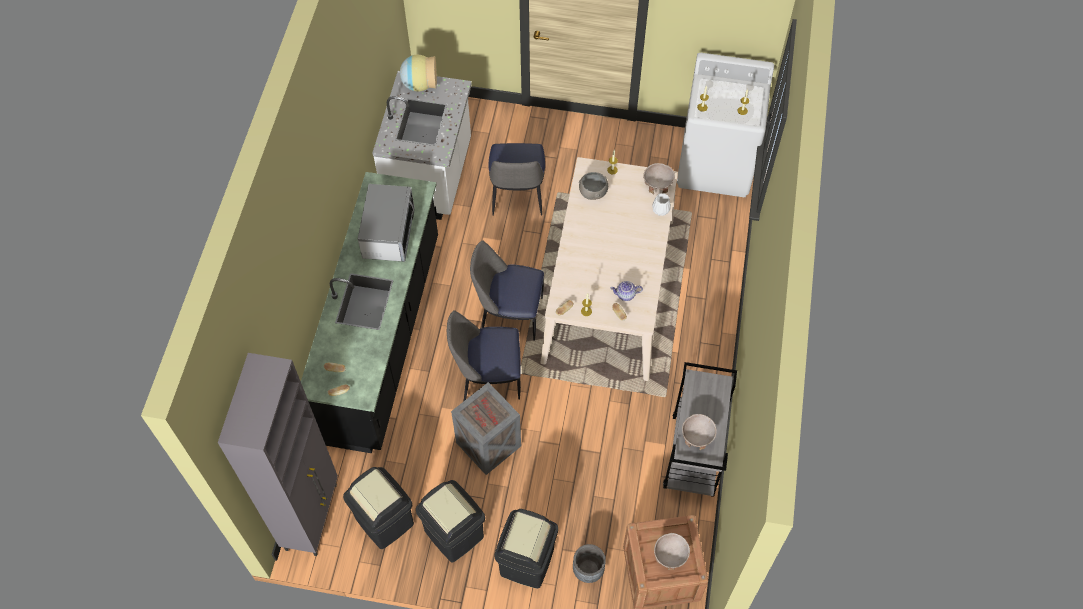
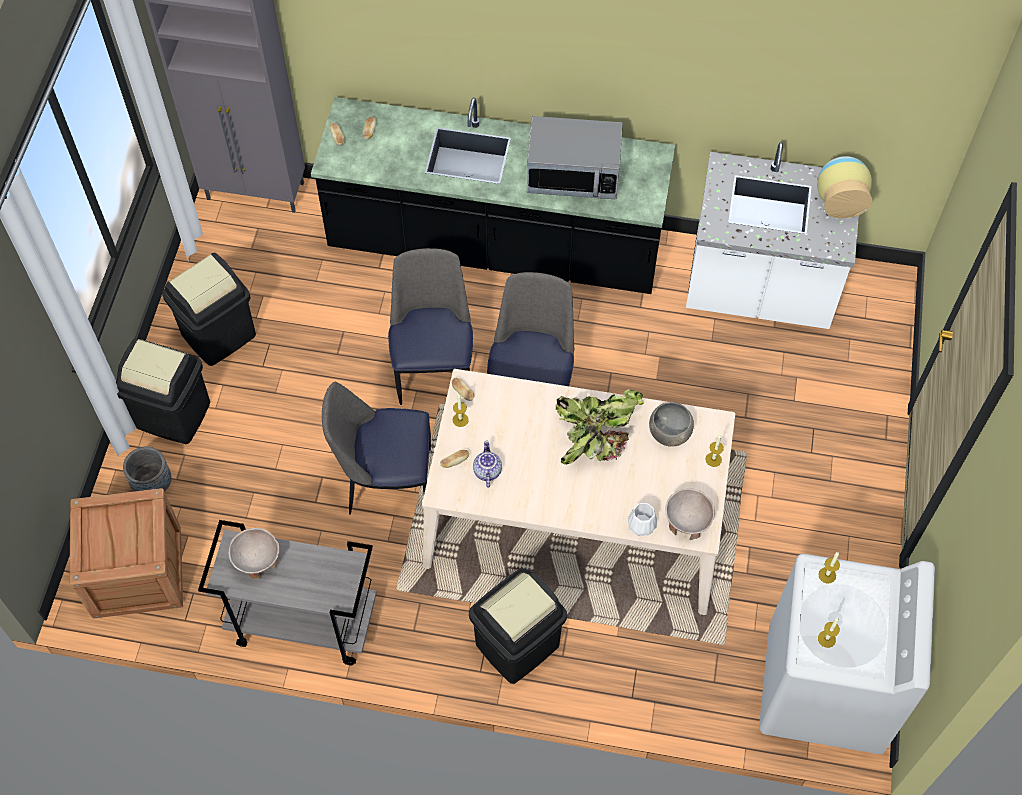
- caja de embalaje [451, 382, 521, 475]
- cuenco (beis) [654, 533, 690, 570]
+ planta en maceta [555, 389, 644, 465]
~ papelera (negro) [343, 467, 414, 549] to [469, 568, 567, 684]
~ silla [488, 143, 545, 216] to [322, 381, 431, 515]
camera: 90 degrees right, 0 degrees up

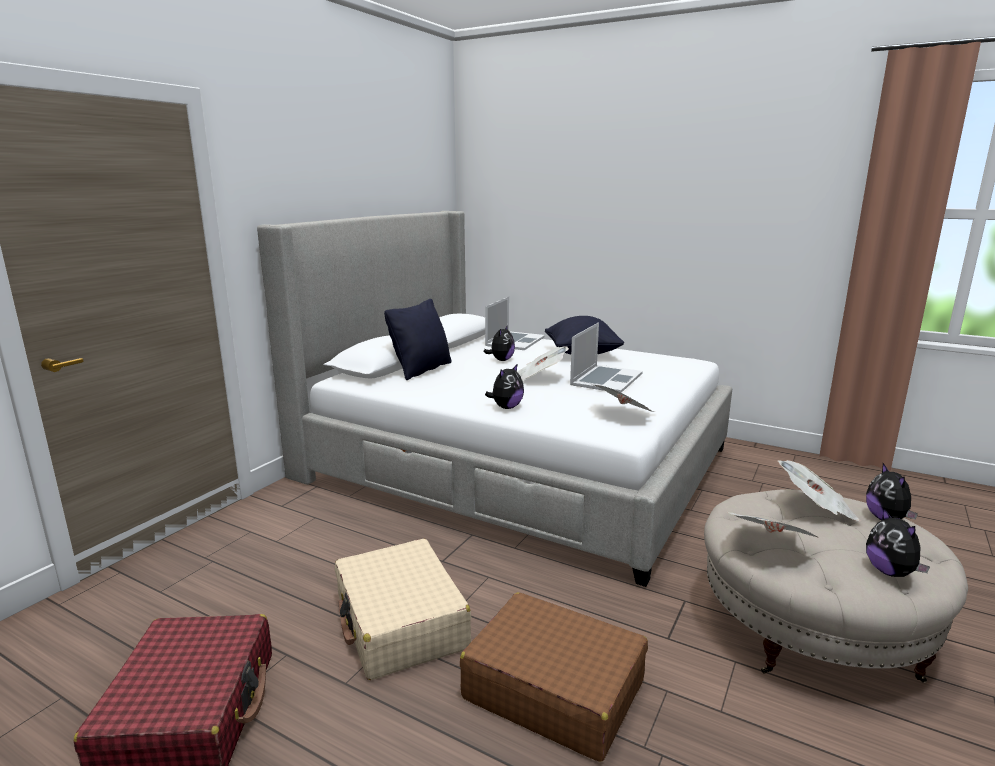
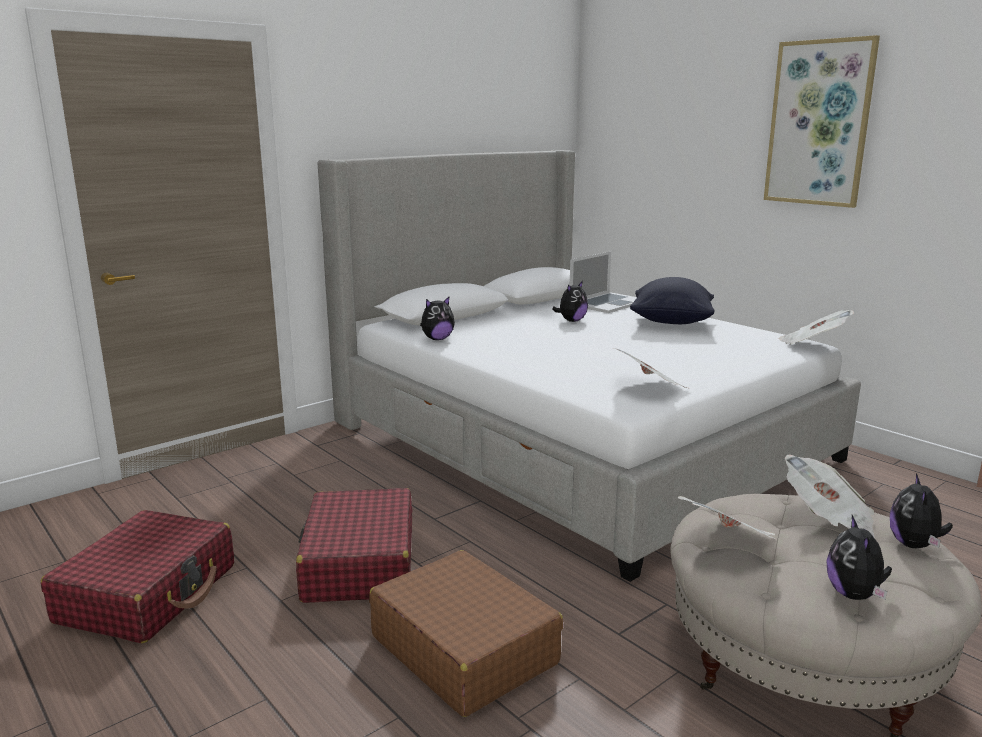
- cojín (negro) [384, 299, 452, 380]
- portátil [570, 322, 643, 393]
+ cuadro [764, 35, 880, 208]
~ peluche [485, 363, 524, 409] to [420, 297, 455, 340]
~ periódico [517, 346, 569, 381] to [779, 310, 854, 345]
~ maleta (beis) [335, 539, 471, 680] to maleta (rojo) [296, 488, 413, 603]
camera: 20 degrees right, 0 degrees up

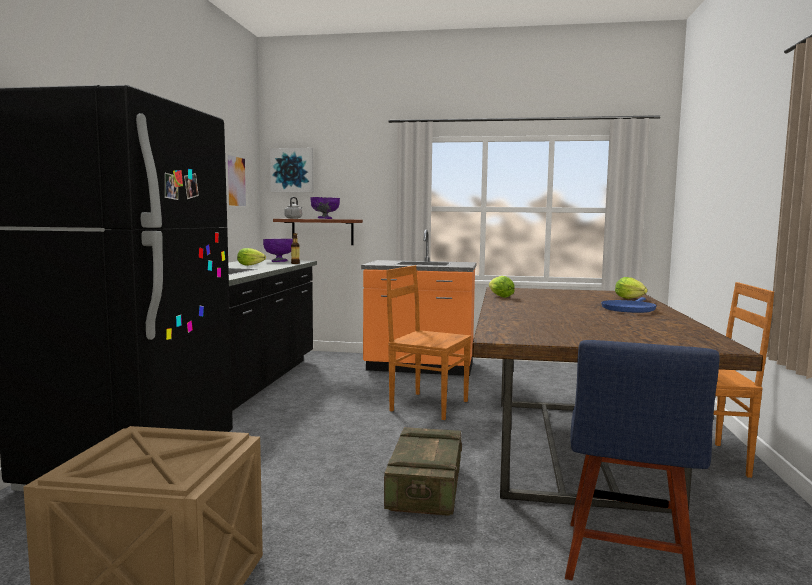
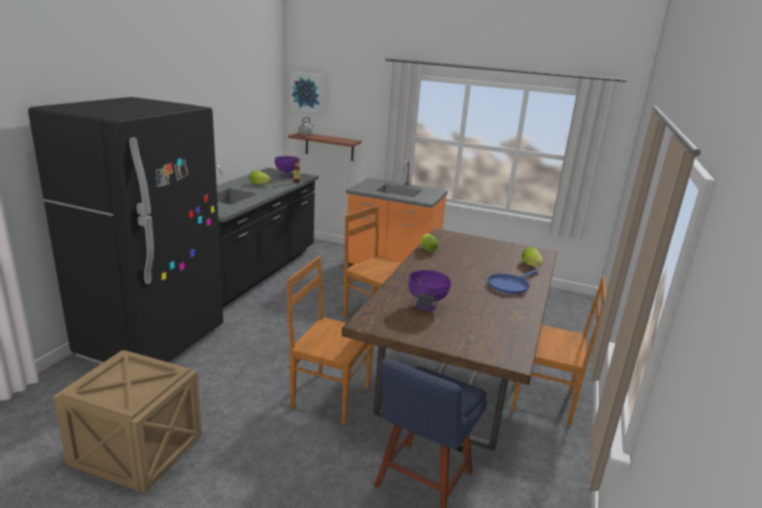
- cuadro [225, 152, 247, 209]
~ cuenco (morado) [310, 197, 340, 219] to [408, 270, 451, 311]
~ caja de embalaje [384, 427, 462, 516] to silla (marrón) [287, 256, 373, 425]
camera: 10 degrees right, 15 degrees up

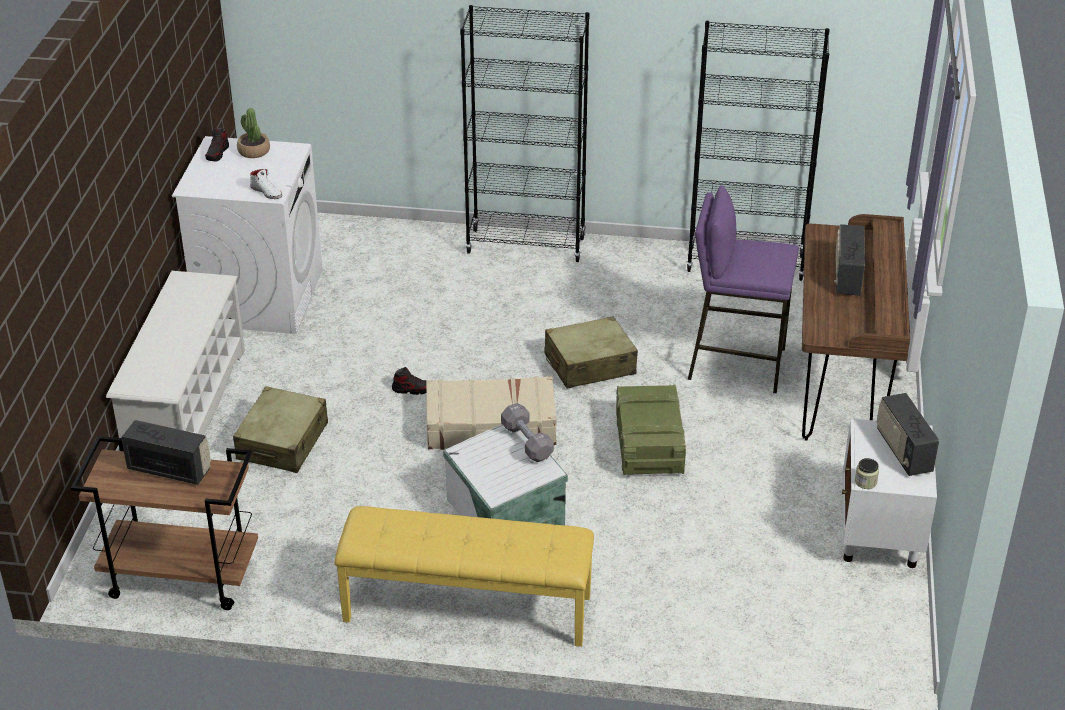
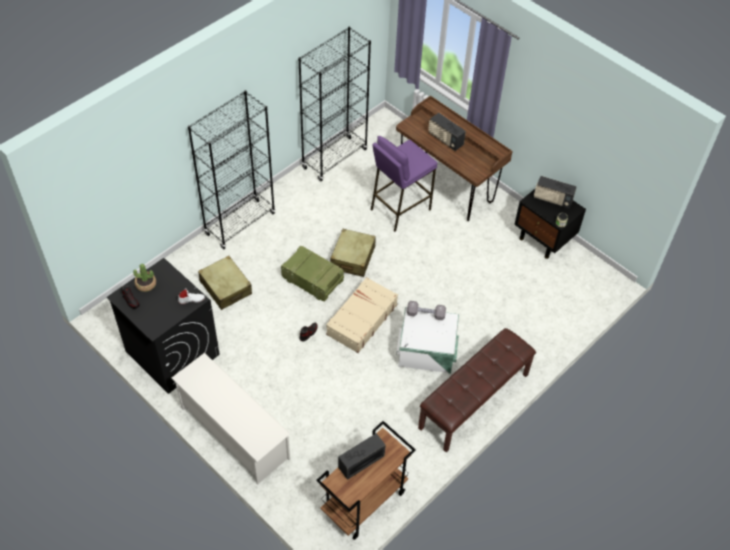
~ maleta (beis) [233, 386, 328, 473] to [198, 256, 252, 310]
~ caja de embalaje [616, 385, 686, 475] to [281, 246, 344, 302]
~ lavadora (blanco) [172, 136, 323, 334] to lavadora (negro) [107, 258, 220, 394]
~ banco (amarillo) [334, 506, 594, 647] to banco (marrón) [418, 328, 536, 453]
~ mesita de noche (blanco) [842, 419, 937, 568] to mesita de noche (negro) [514, 189, 586, 259]
camera: 55 degrees left, 15 degrees up

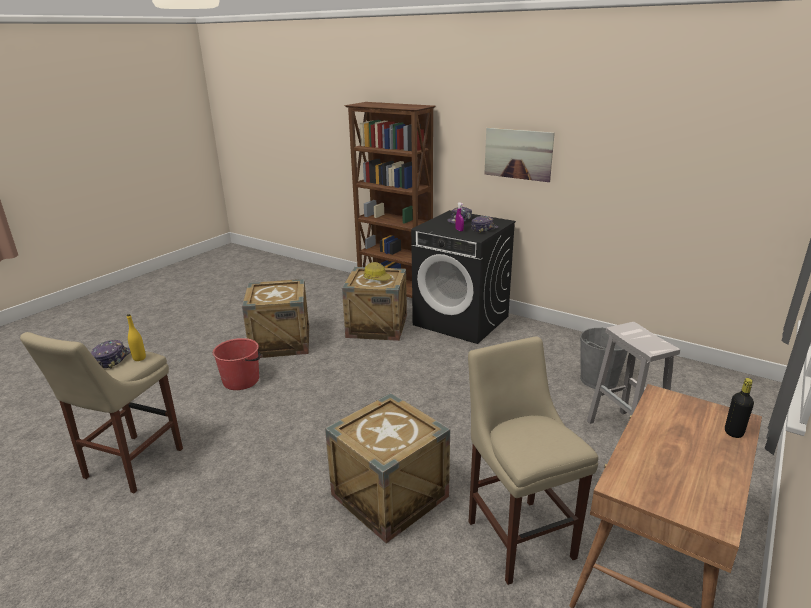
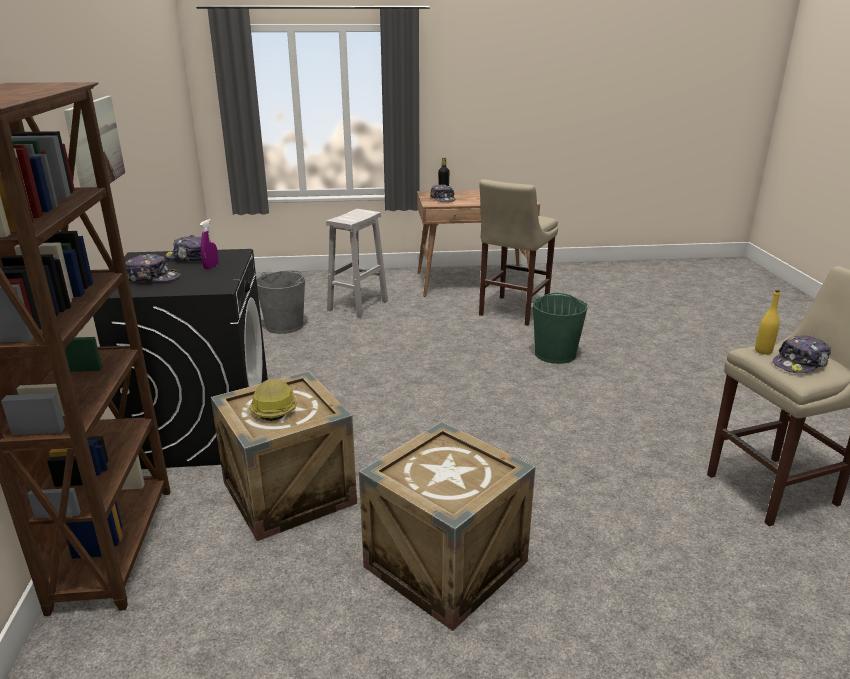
- cubo (rojo) [213, 338, 261, 390]
+ gorra [430, 184, 455, 202]
~ caja de embalaje [325, 393, 450, 544] to cubo (verde) [533, 293, 587, 364]
camera: 130 degrees left, 0 degrees up

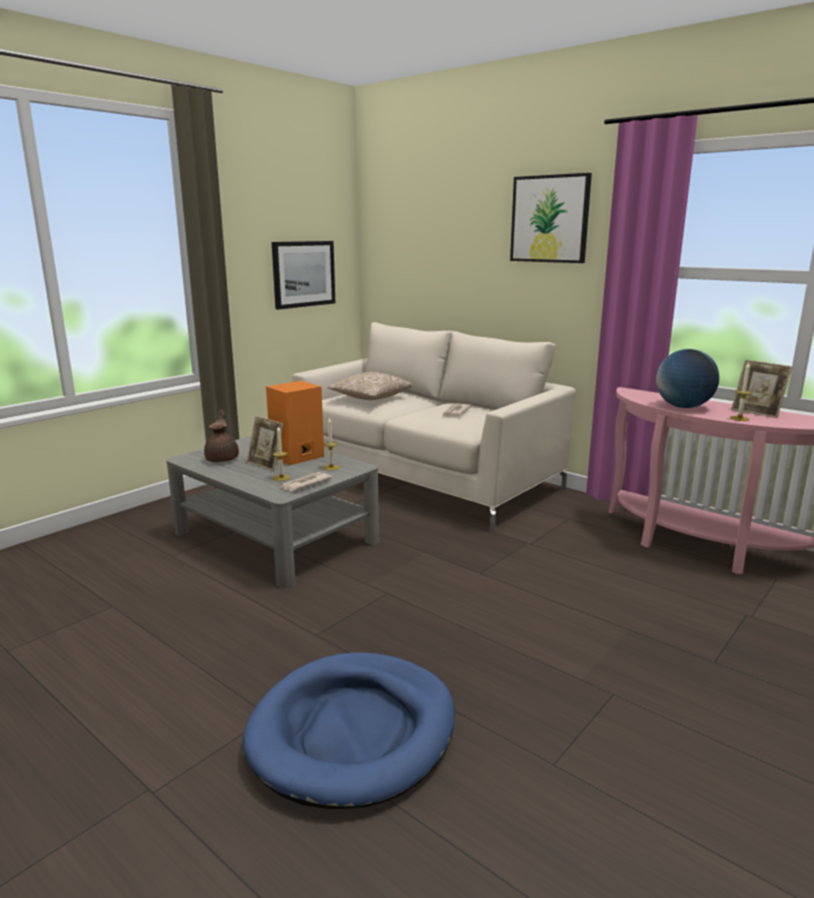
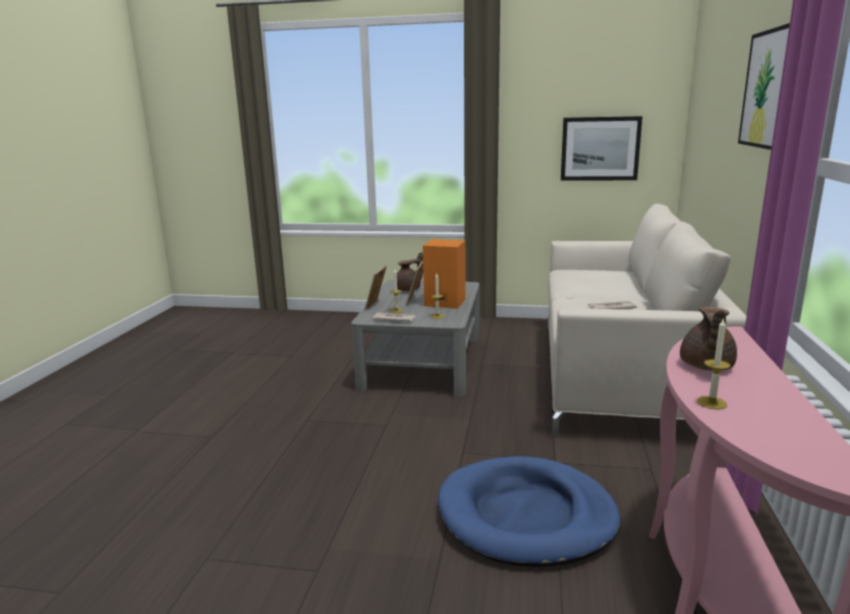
- cojín [328, 372, 412, 400]
~ cama para perro (azul) [243, 652, 455, 809] to [438, 456, 620, 567]
~ portarretratos [731, 360, 792, 418] to [365, 265, 387, 311]
~ globo terráqueo [656, 349, 719, 408] to tetera (marrón) [680, 307, 737, 371]
camera: 60 degrees right, 0 degrees up

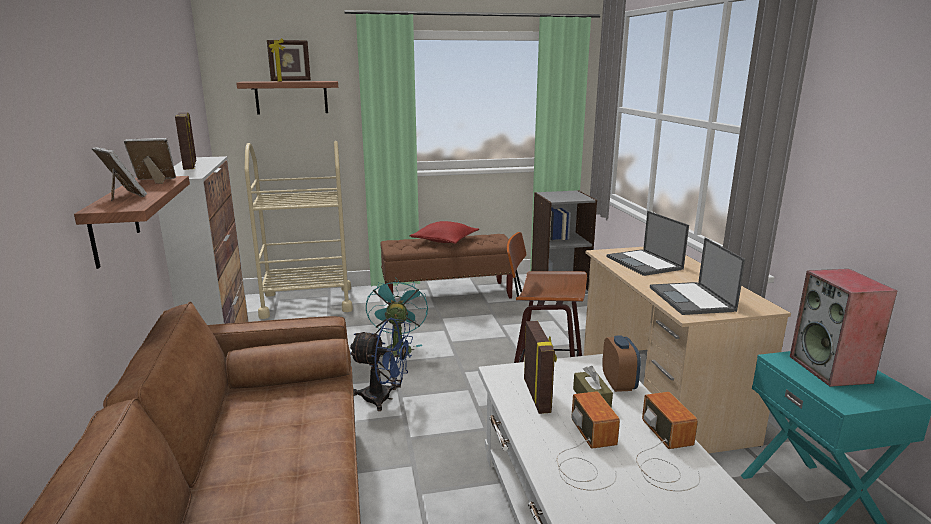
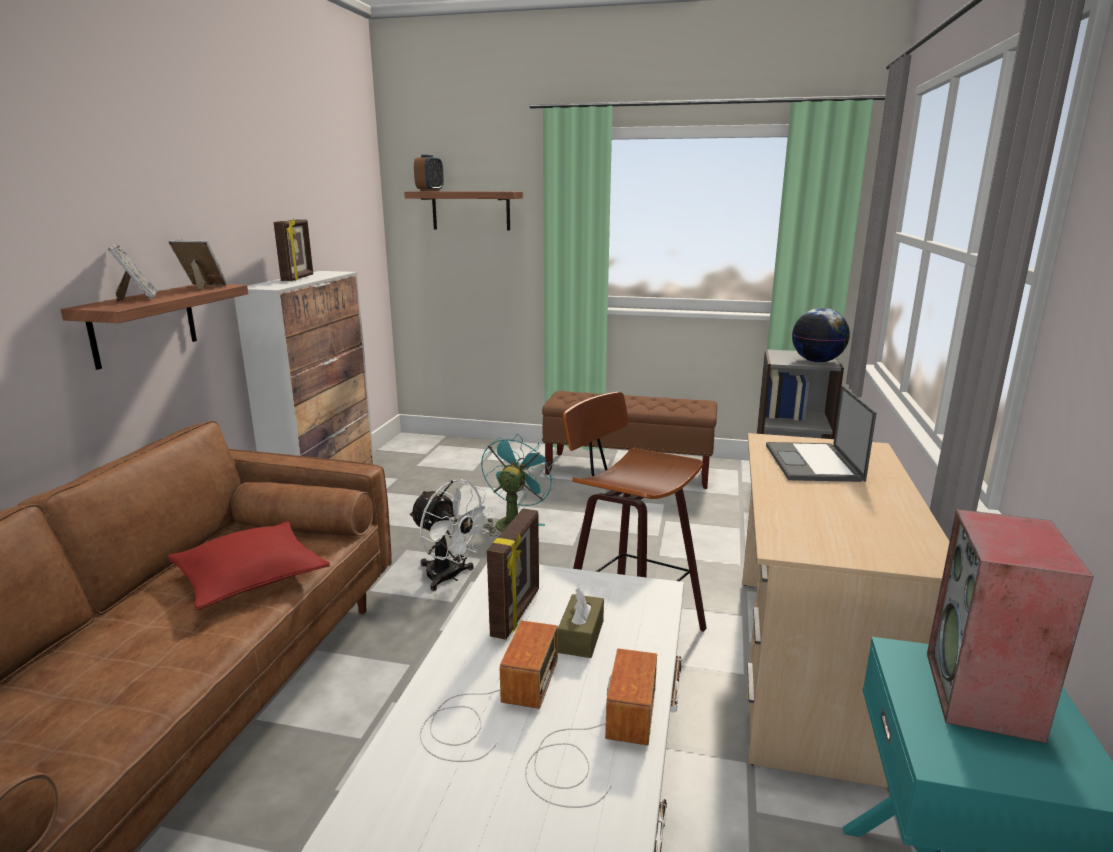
- carrito (beis) [244, 141, 353, 319]
- portarretratos [267, 38, 311, 82]
- portátil [650, 238, 746, 315]
+ globo terráqueo [792, 308, 850, 362]
~ cojín (rojo) [409, 221, 479, 244] to [167, 521, 330, 610]
~ despertador [602, 335, 641, 392] to [414, 155, 444, 191]
~ ventilador (azul) [350, 318, 413, 411] to ventilador (blanco) [409, 480, 493, 591]
camera: 25 degrees right, 0 degrees up

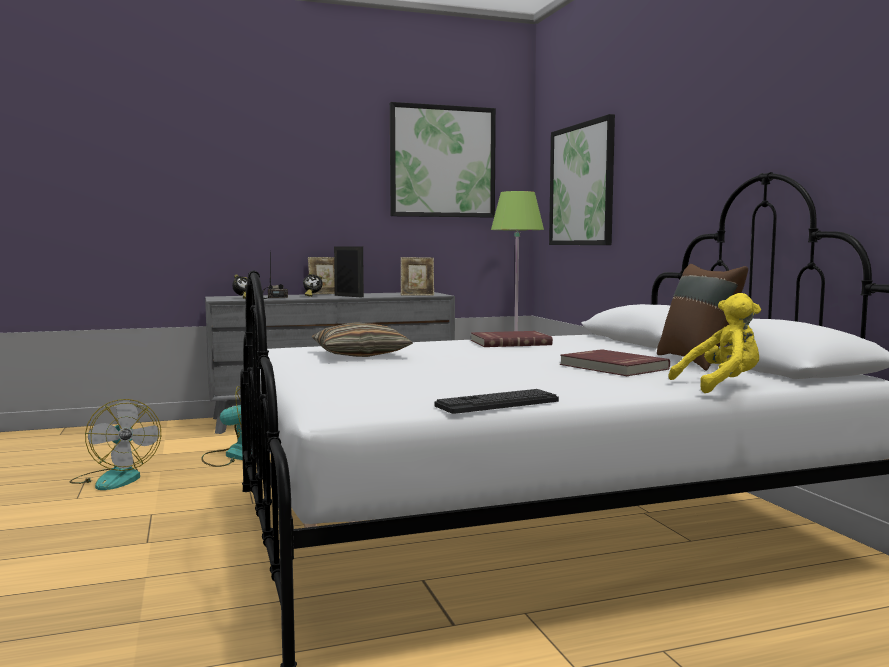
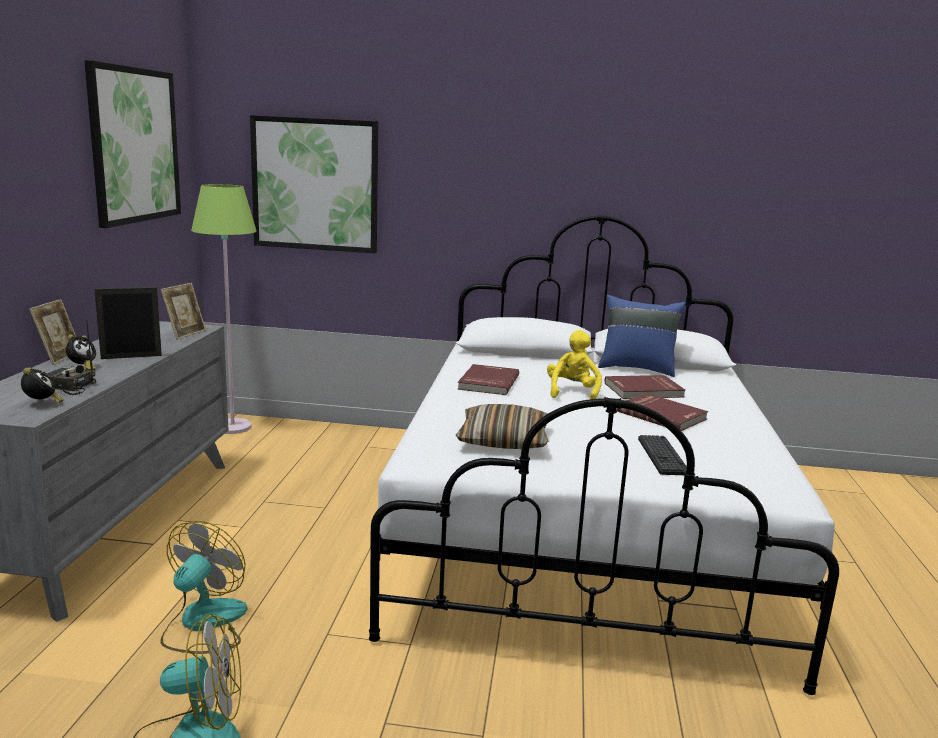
+ libro (rojo) [617, 393, 708, 431]
~ teclado [435, 389, 559, 414] to [638, 435, 687, 475]
~ peluche (amarillo) [669, 293, 761, 393] to [547, 330, 602, 399]
~ cojín (marrón) [657, 264, 748, 371] to cojín (azul) [598, 295, 685, 377]
camera: 65 degrees left, 10 degrees up

